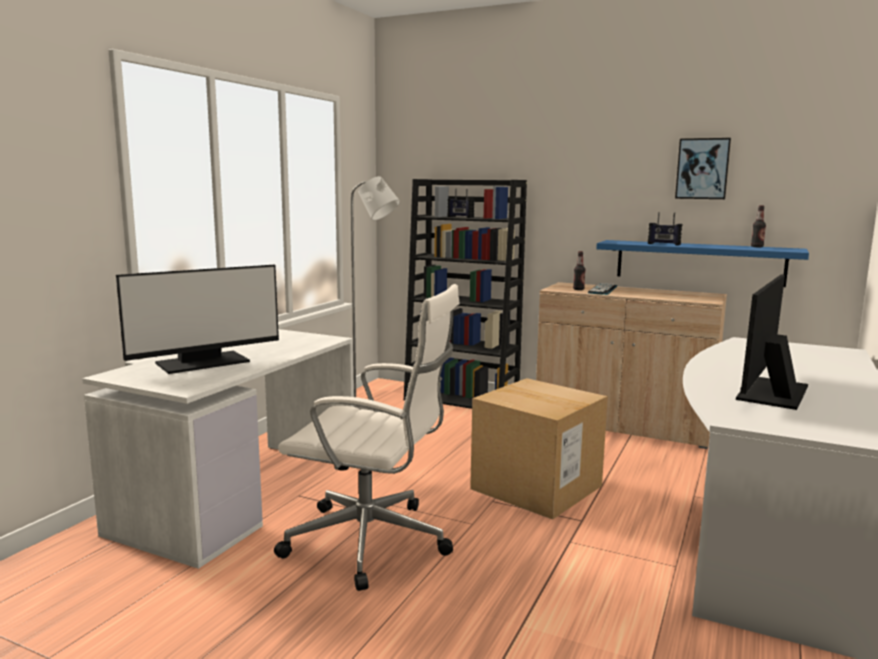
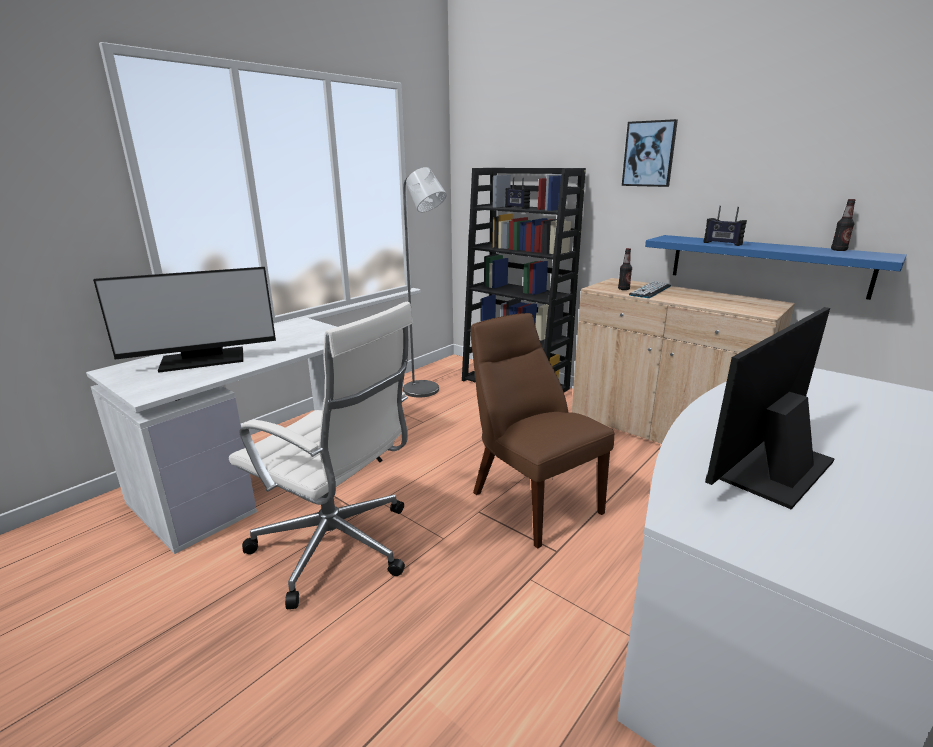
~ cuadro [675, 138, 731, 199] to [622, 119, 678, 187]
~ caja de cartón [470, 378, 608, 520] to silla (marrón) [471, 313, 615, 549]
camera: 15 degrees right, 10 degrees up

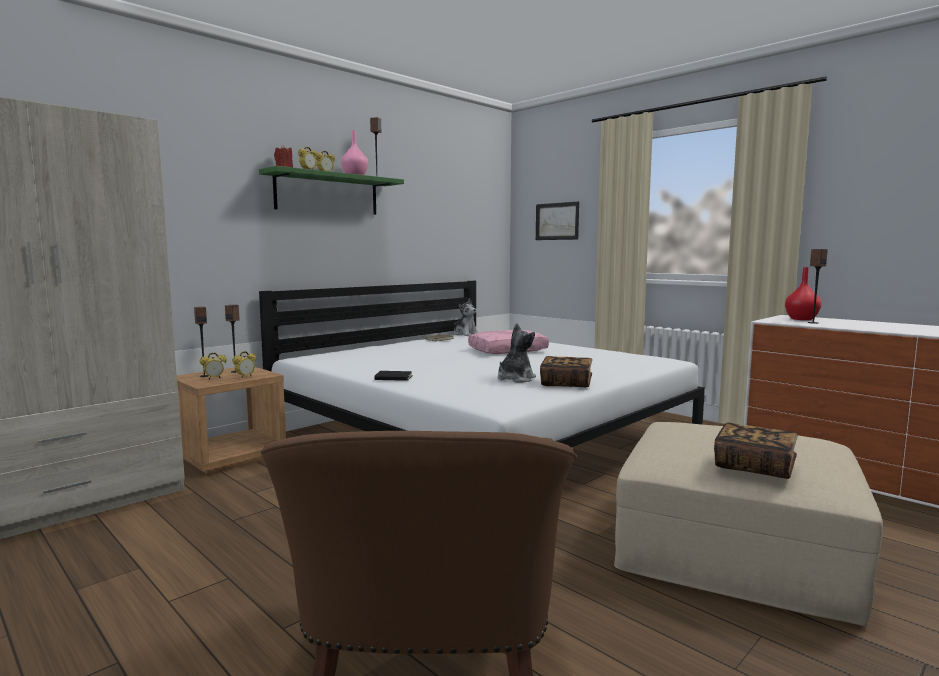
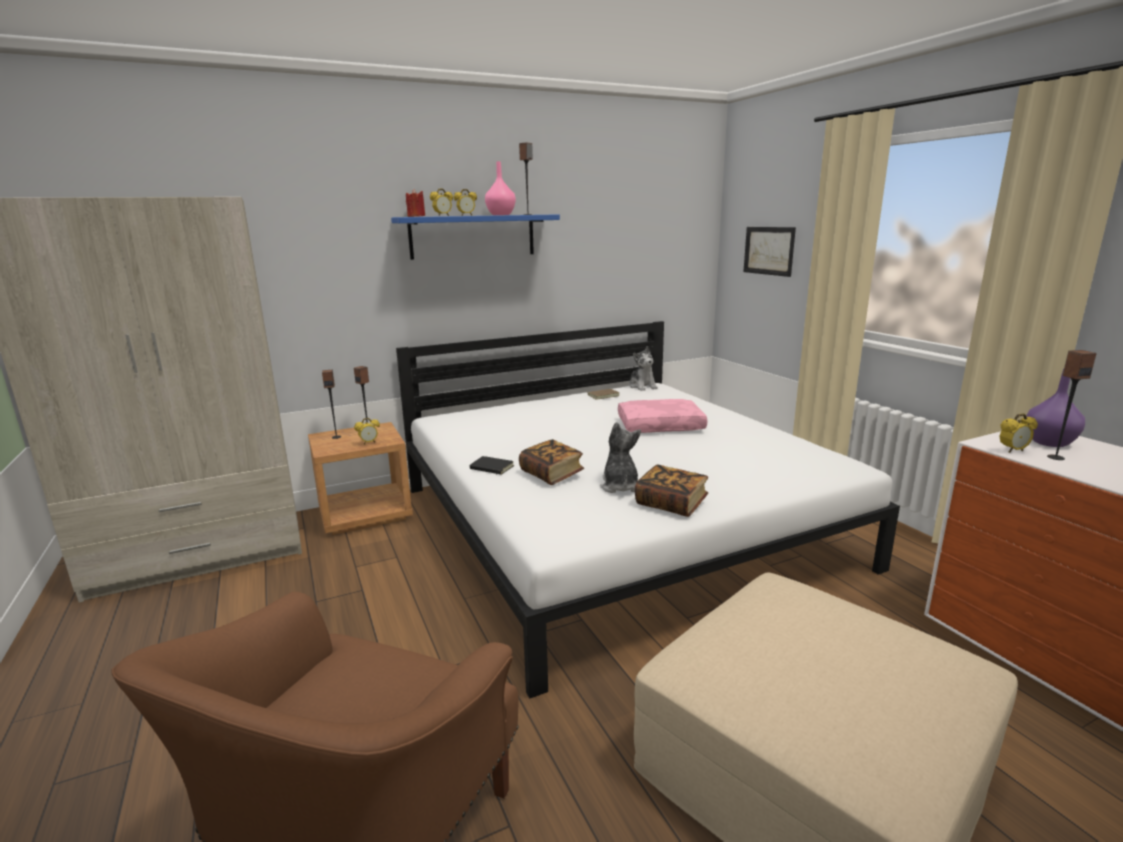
~ despertador [200, 353, 227, 380] to [999, 413, 1038, 453]
~ libro [714, 422, 798, 479] to [519, 439, 584, 485]
~ estante (verde) [259, 166, 404, 215] to estante (azul) [391, 214, 560, 260]
~ florero (rojo) [785, 267, 822, 320] to florero (morado) [1026, 369, 1085, 447]
~ peluche [498, 323, 536, 383] = [600, 422, 641, 493] 60 degrees counterclockwise
camera: 20 degrees right, 10 degrees up

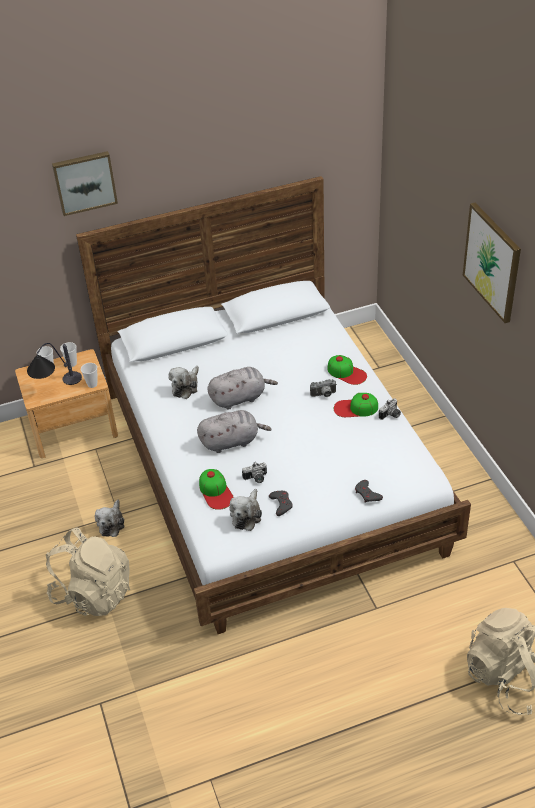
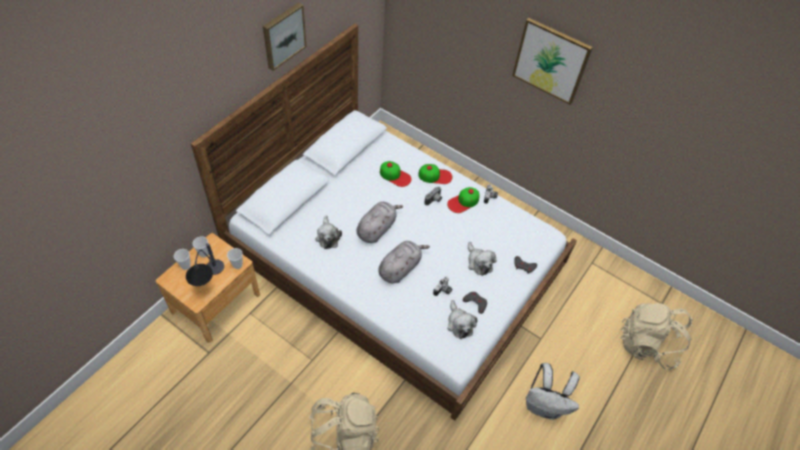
+ mochila (blanco) [526, 363, 580, 420]
~ cuadro [52, 151, 118, 216] to [263, 3, 306, 71]
~ peluche [95, 500, 125, 537] to [468, 242, 496, 276]
~ gorra [199, 469, 234, 510] to [380, 161, 412, 187]
camera: 40 degrees left, 10 degrees up

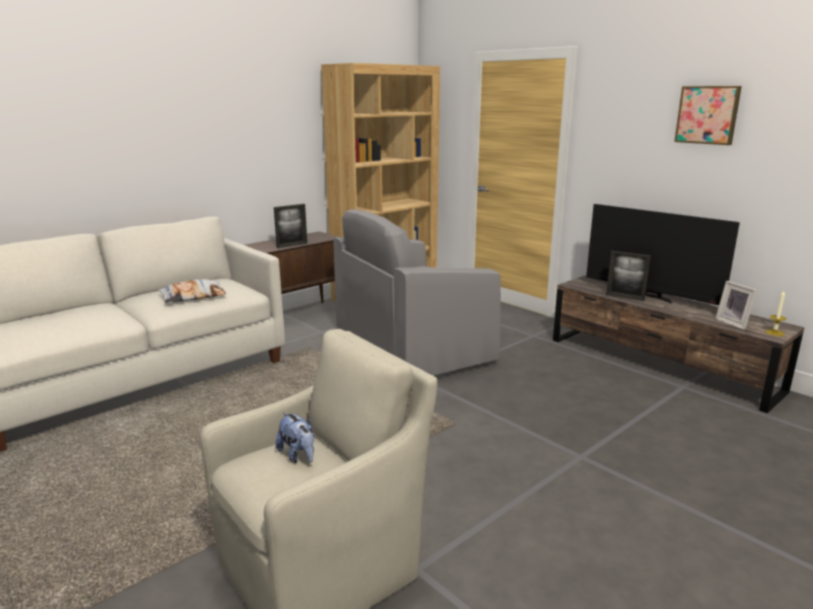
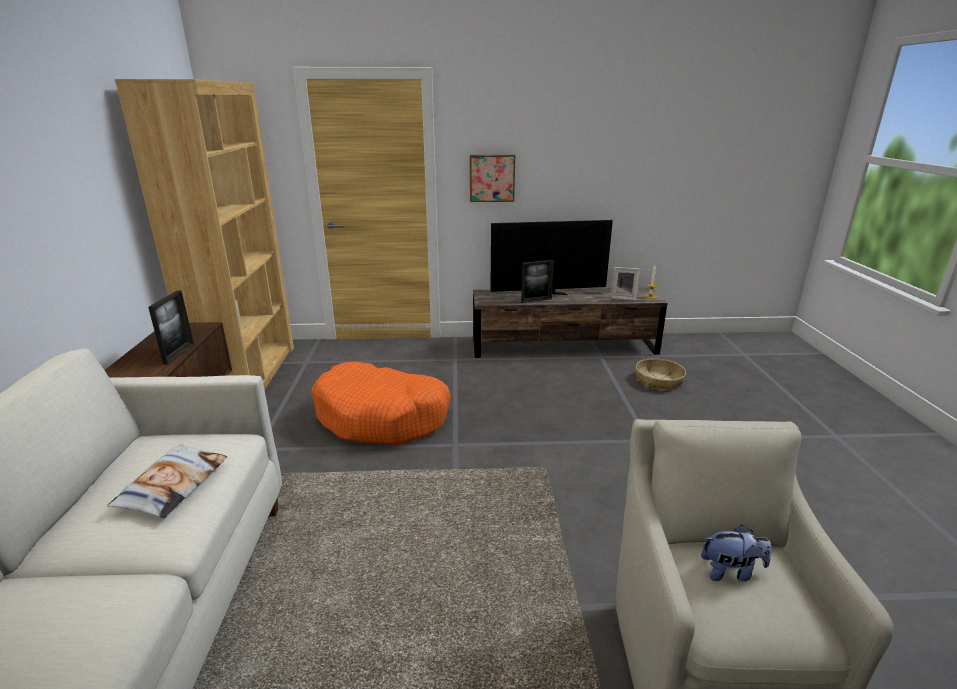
+ cesta [636, 358, 686, 391]
~ cuadro [674, 86, 742, 145] to [470, 155, 515, 202]
~ sillón (gris) [333, 209, 501, 375] to cama para perro (naranja) [311, 362, 451, 445]
camera: 50 degrees left, 5 degrees up

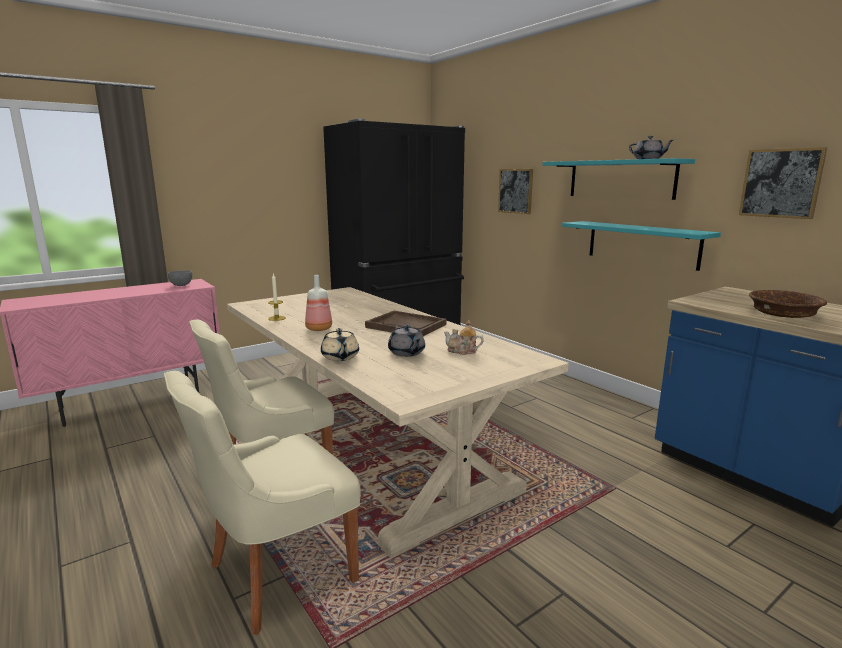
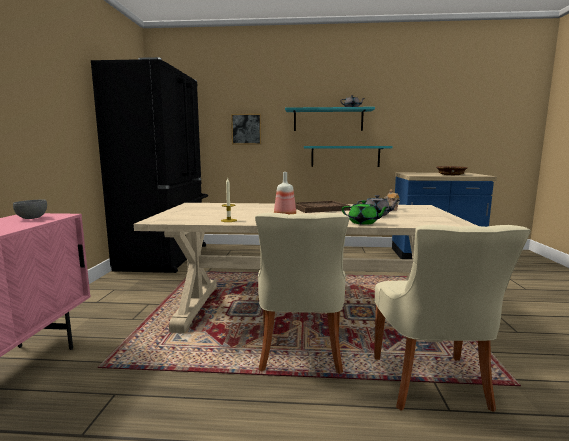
- cuadro [739, 147, 827, 219]
~ tetera (beis) [321, 328, 359, 361] to tetera (verde) [342, 200, 388, 225]
camera: 50 degrees left, 5 degrees down

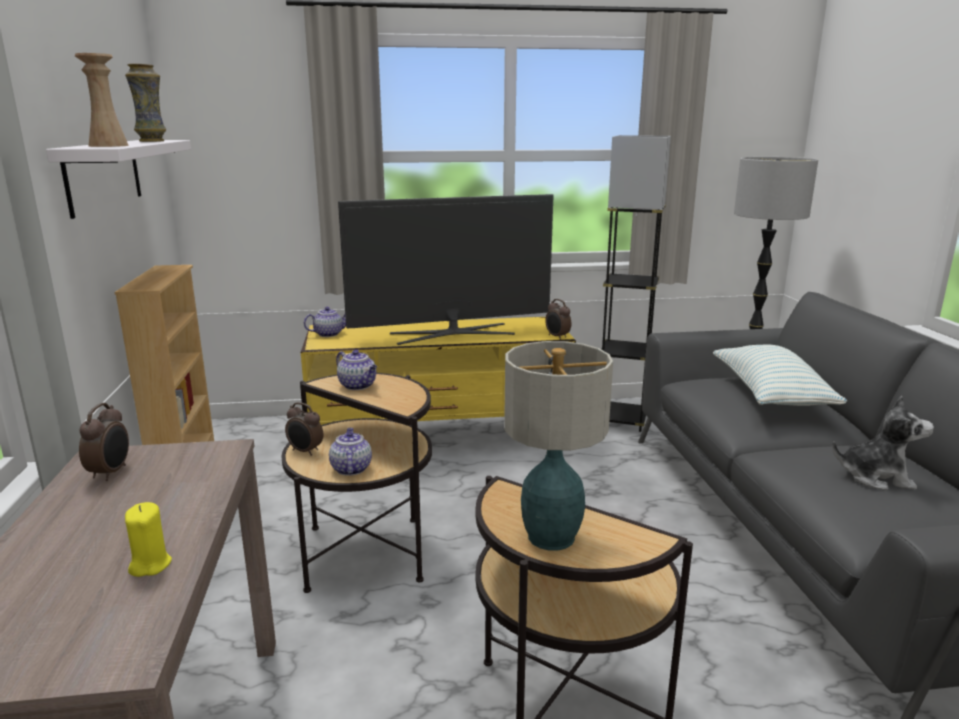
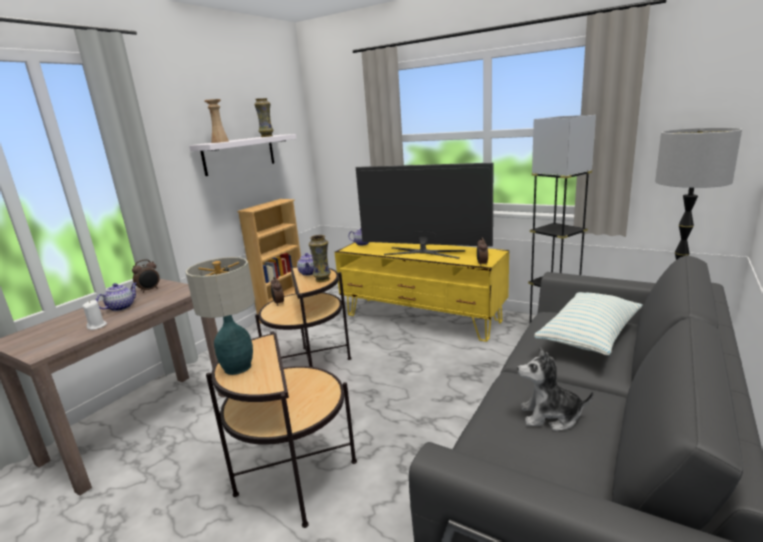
+ florero [309, 235, 331, 282]
~ tetera [329, 428, 372, 476] to [96, 283, 137, 311]
~ vela (amarillo) [125, 502, 172, 577] to vela (blanco) [82, 300, 107, 330]
~ peluche [832, 396, 934, 490] = [517, 348, 594, 431] 135 degrees clockwise
camera: 40 degrees right, 0 degrees up

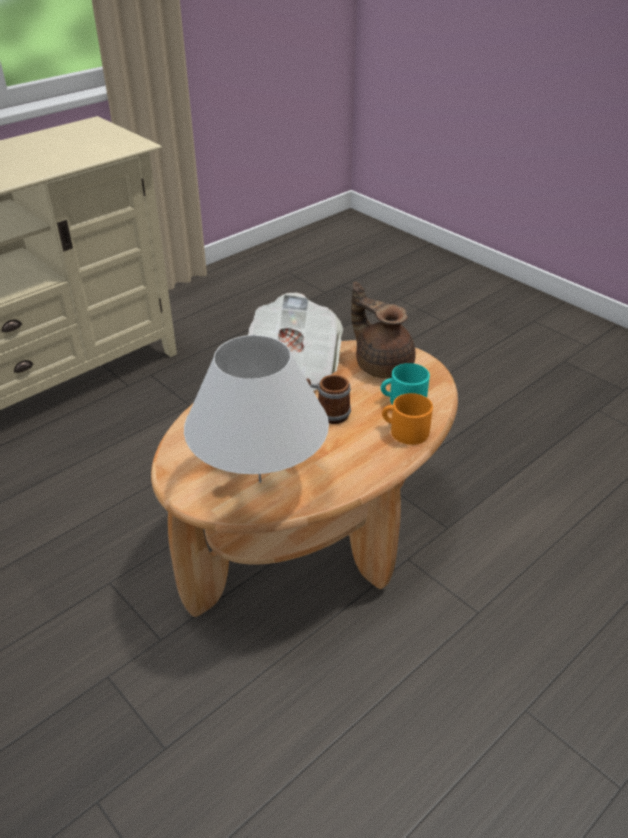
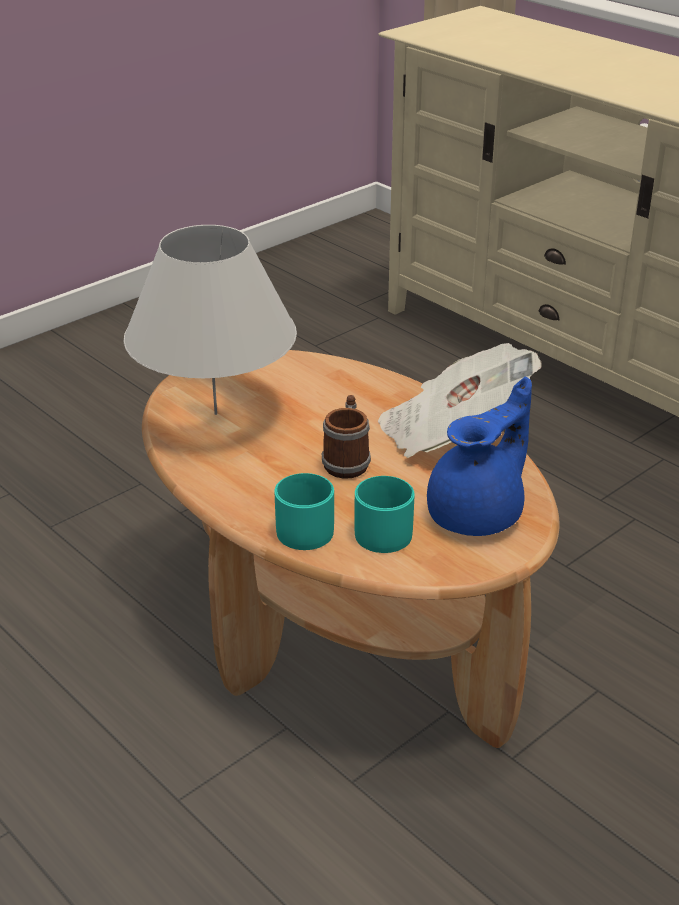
~ tetera (marrón) [351, 282, 416, 378] to tetera (azul) [427, 377, 532, 536]
~ taza grande (naranja) [382, 393, 433, 445] to taza grande (turquesa) [274, 473, 334, 550]
camera: 90 degrees right, 5 degrees down

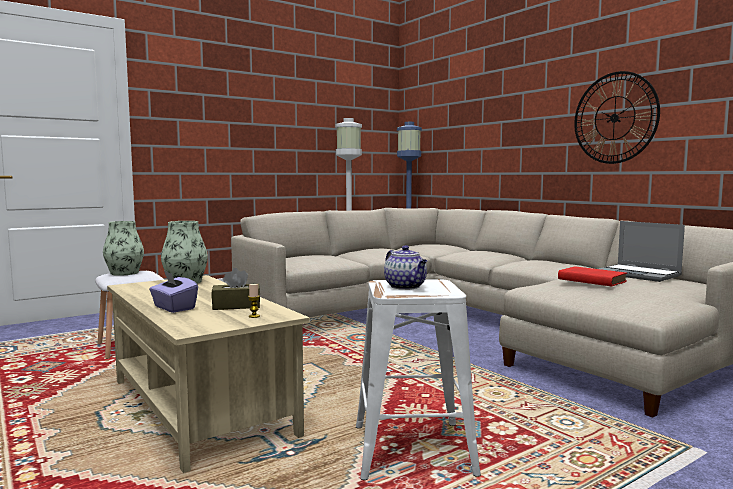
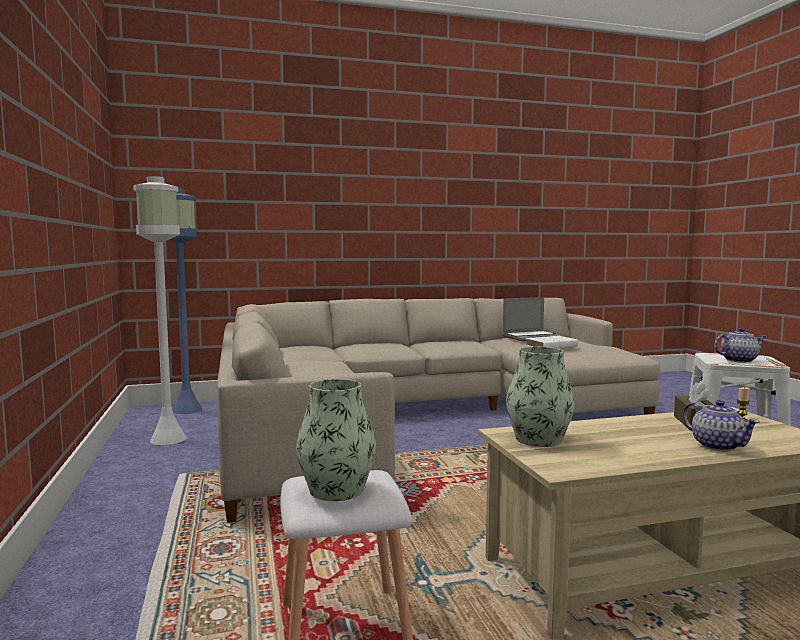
- reloj de pared [574, 71, 660, 164]
~ caja de pañuelos (morado) [149, 271, 198, 313] to tetera [683, 400, 760, 451]
~ libro (rojo) [558, 266, 627, 287] to libro (blanco) [525, 336, 578, 348]
camera: 70 degrees left, 0 degrees up

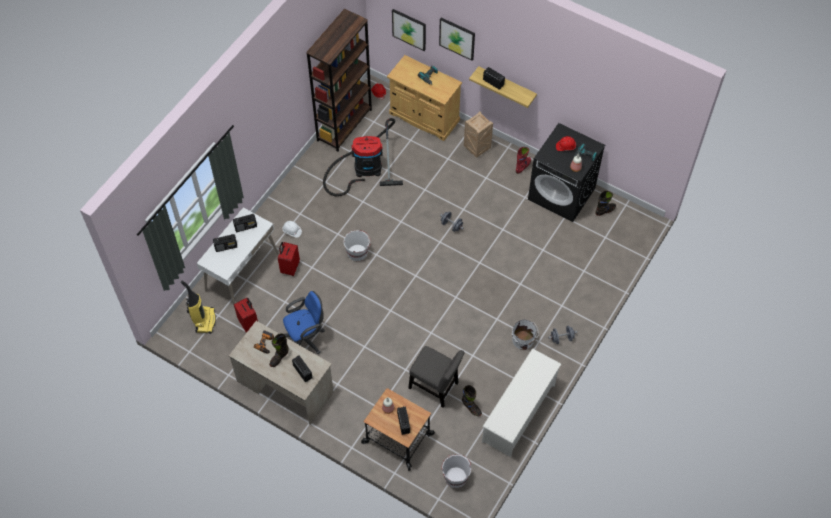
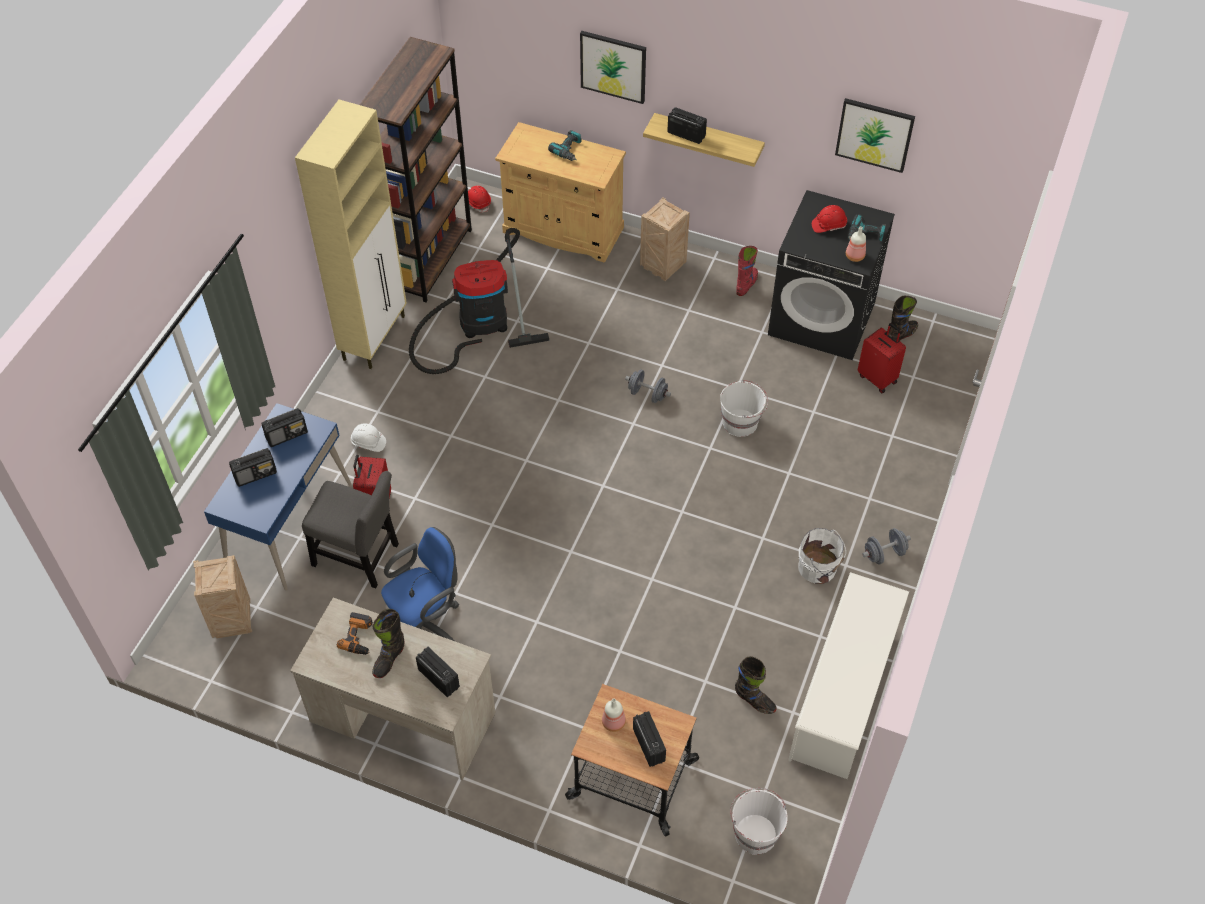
+ armario (beis) [295, 100, 407, 369]
~ maleta (rojo) [234, 298, 258, 333] to [858, 323, 906, 393]
~ cubo (blanco) [344, 230, 371, 261] to [720, 380, 768, 437]
~ cuadro [392, 9, 426, 51] to [835, 98, 915, 173]
~ silla (gris) [408, 346, 465, 408] to [302, 471, 399, 588]
~ aspiradora [181, 280, 216, 334] to caja de embalaje [193, 555, 252, 638]
~ escritorio (blanco) [197, 208, 279, 305] to escritorio (azul) [204, 403, 351, 590]
camera: 10 degrees left, 5 degrees down

